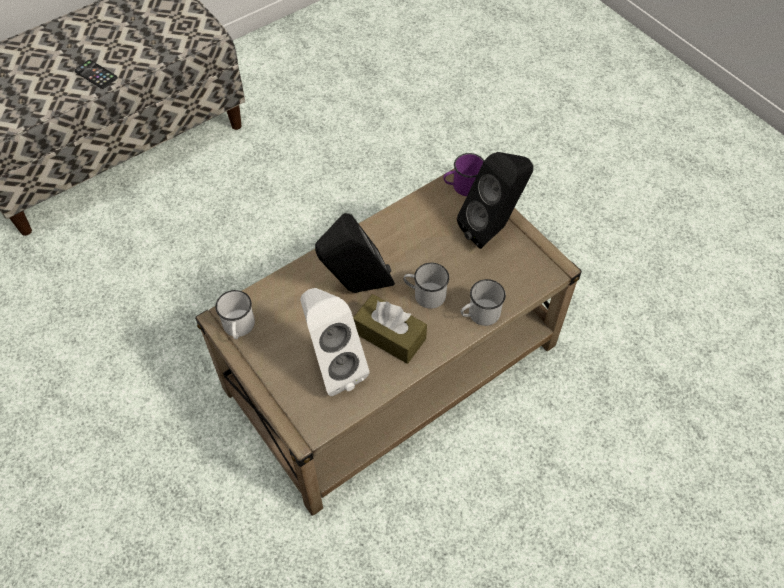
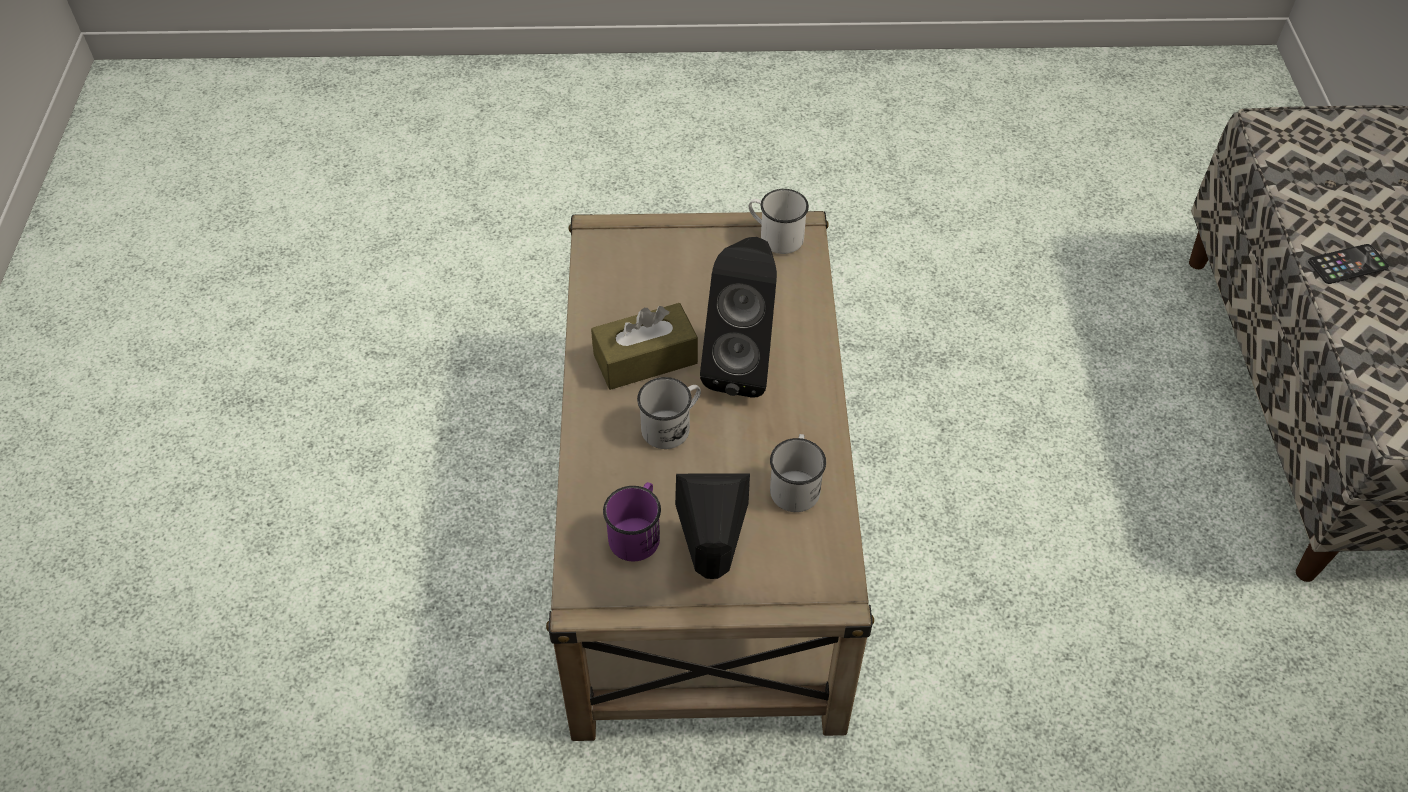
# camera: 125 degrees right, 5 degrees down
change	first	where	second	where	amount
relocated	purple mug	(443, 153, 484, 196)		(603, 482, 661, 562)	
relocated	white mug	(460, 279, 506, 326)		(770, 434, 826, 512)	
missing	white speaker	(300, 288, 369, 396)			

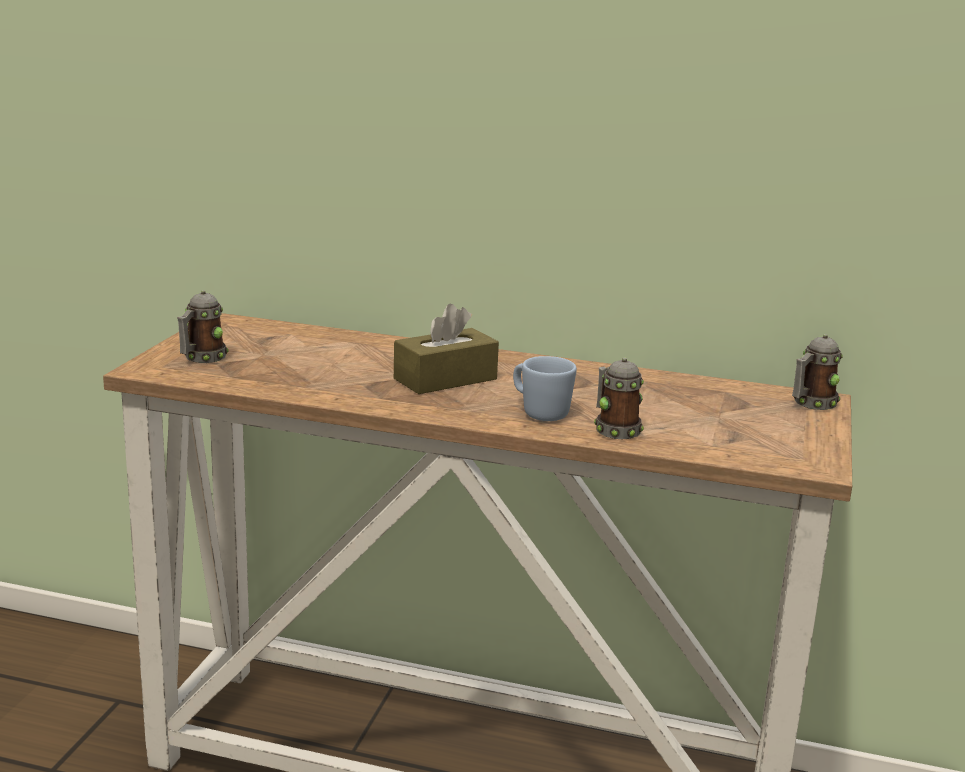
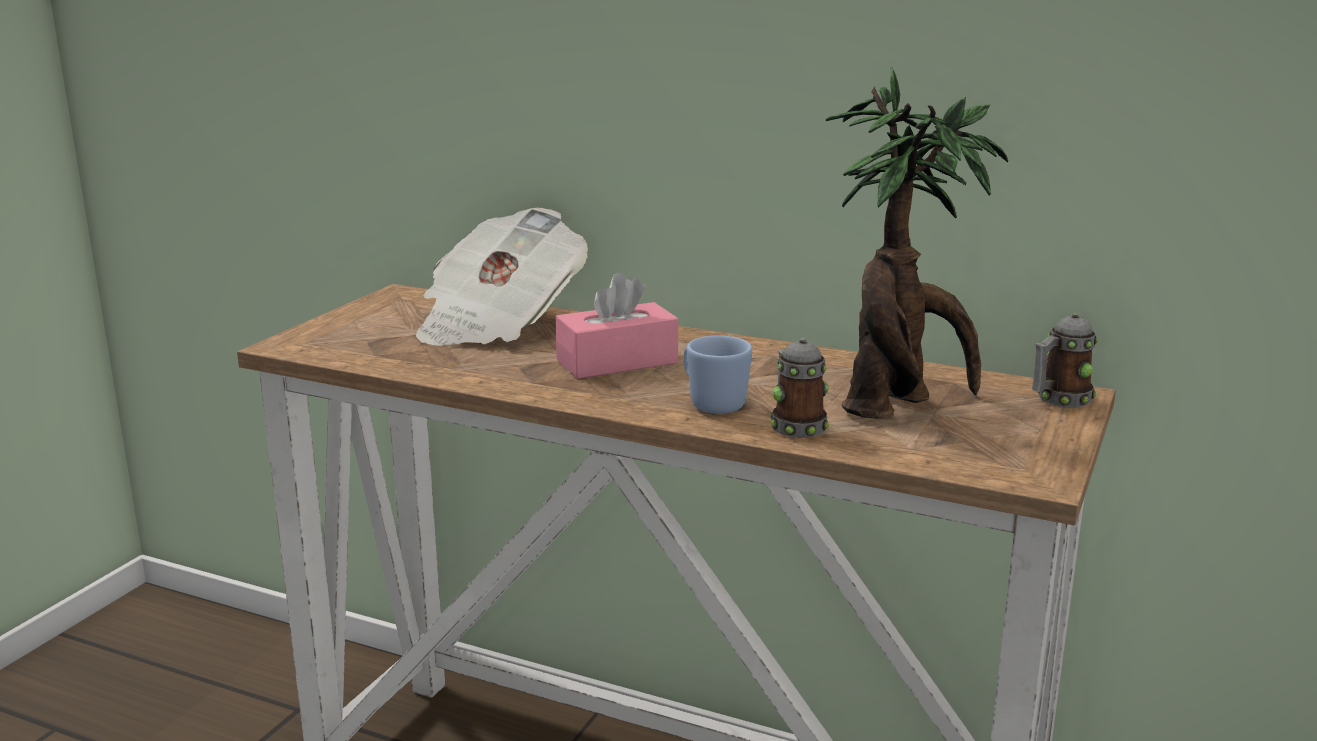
# camera: 10 degrees right, 0 degrees up
change	first	where	second	where	amount
appeared			newspaper	(416, 208, 588, 346)	
colour	brown tissue box	(394, 304, 499, 394)	pink tissue box	(555, 273, 678, 379)	
appeared			potted plant	(826, 67, 1008, 419)	
missing	mug	(177, 290, 229, 363)			

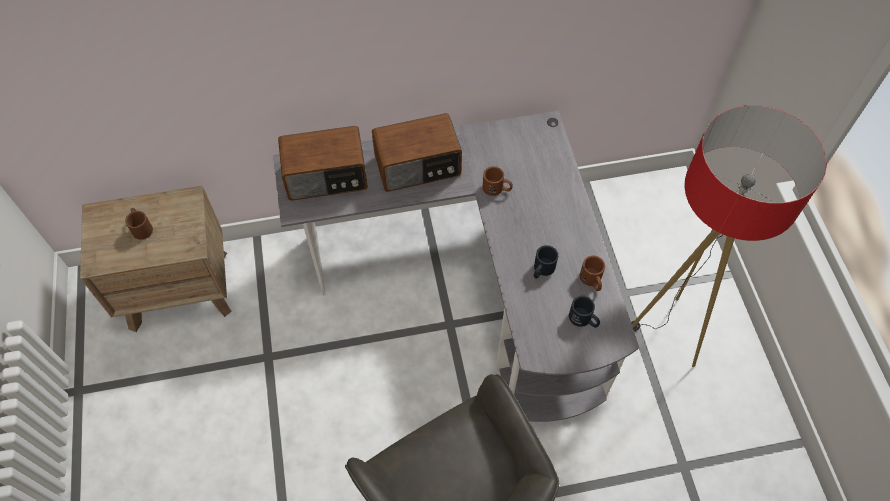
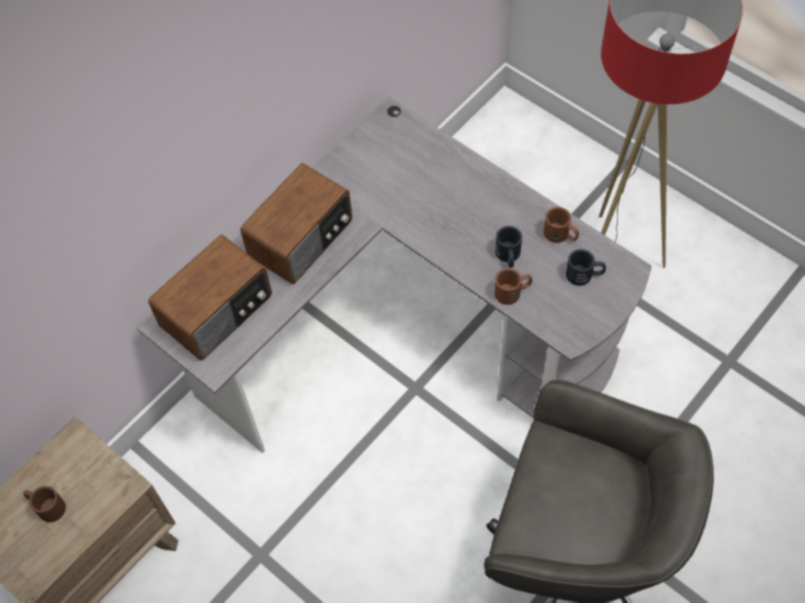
# camera: 35 degrees left, 0 degrees up
change	first	where	second	where	amount
relocated	brown mug	(482, 166, 513, 196)		(494, 268, 532, 305)	

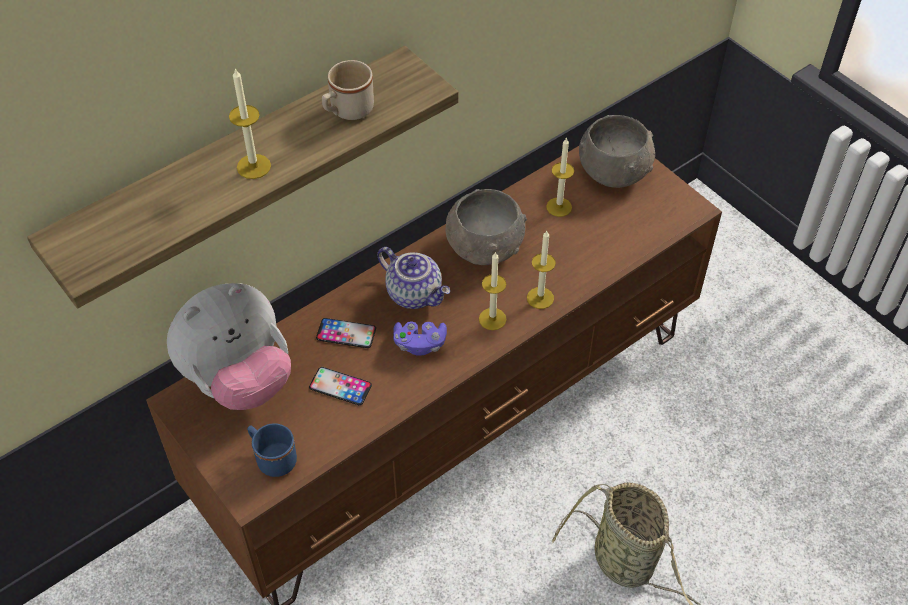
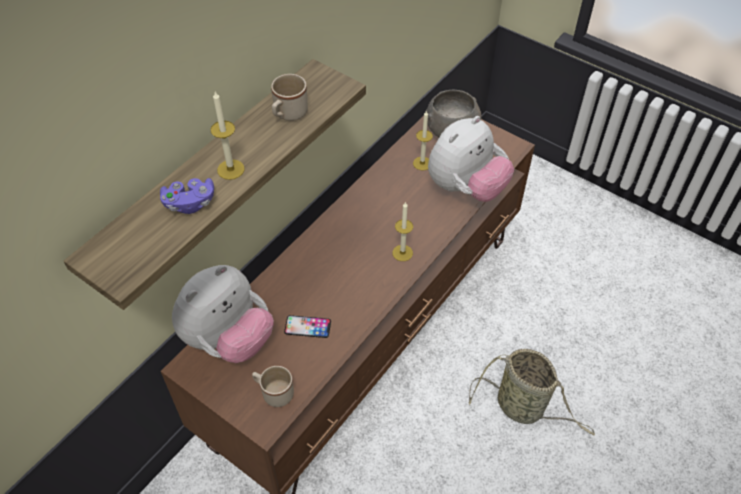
# camera: 15 degrees left, 0 degrees up
change	first	where	second	where	amount
relocated	purple game controller	(393, 321, 447, 356)		(160, 178, 214, 214)	
colour	blue mug	(247, 423, 297, 477)	beige mug	(252, 366, 294, 407)	
appeared			plush toy	(428, 116, 514, 202)	
missing	phone	(316, 318, 376, 348)			
missing	teapot	(377, 247, 450, 309)			
missing	grey bowl	(445, 189, 527, 265)			
missing	candle	(527, 230, 556, 309)			

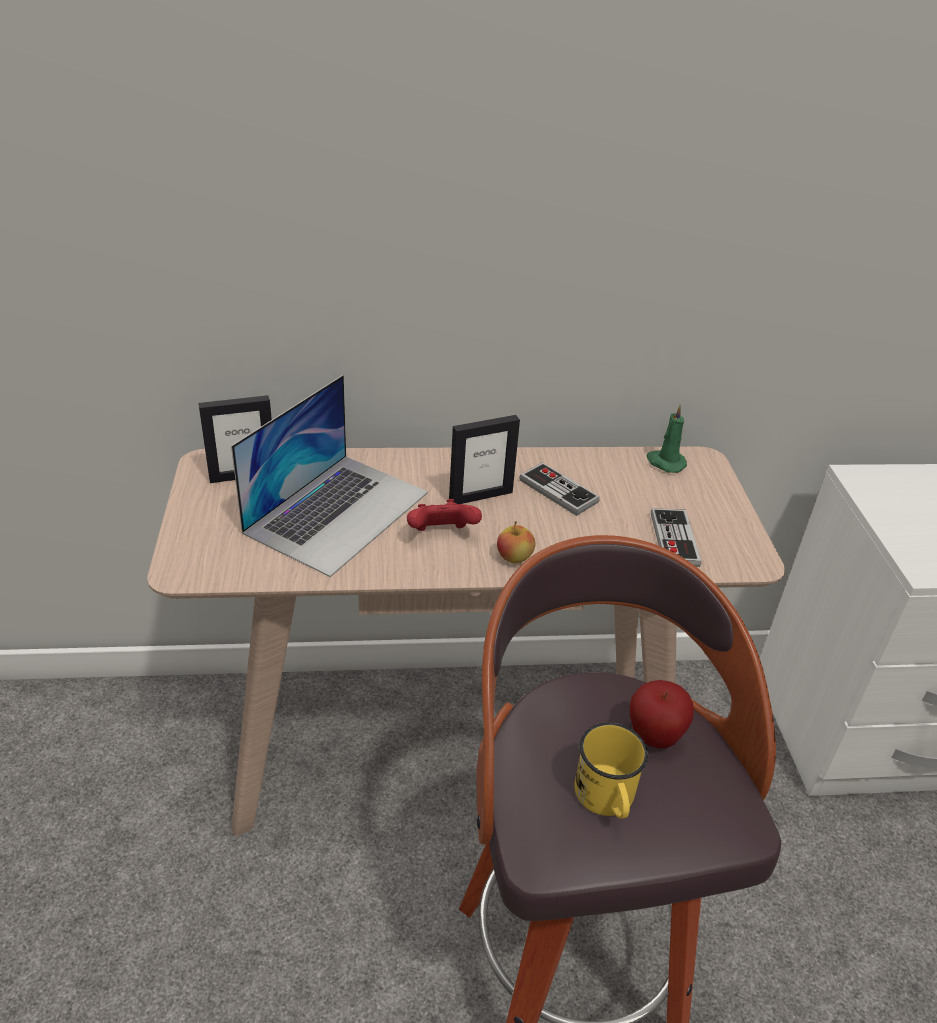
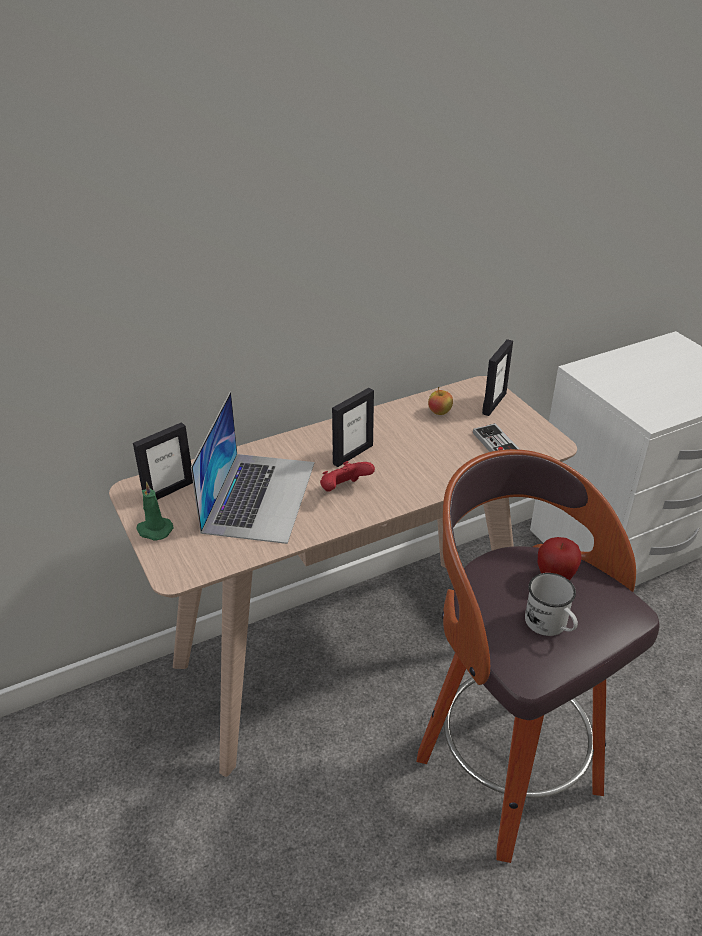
# camera: 20 degrees left, 0 degrees up
change	first	where	second	where	amount
relocated	green candle	(647, 405, 687, 473)		(136, 482, 173, 541)	
relocated	apple	(497, 521, 535, 564)		(428, 387, 453, 415)	
appeared			picture frame	(482, 339, 513, 416)	
colour	yellow mug	(574, 723, 648, 819)	white mug	(525, 573, 578, 636)	
missing	game controller	(519, 462, 600, 516)			

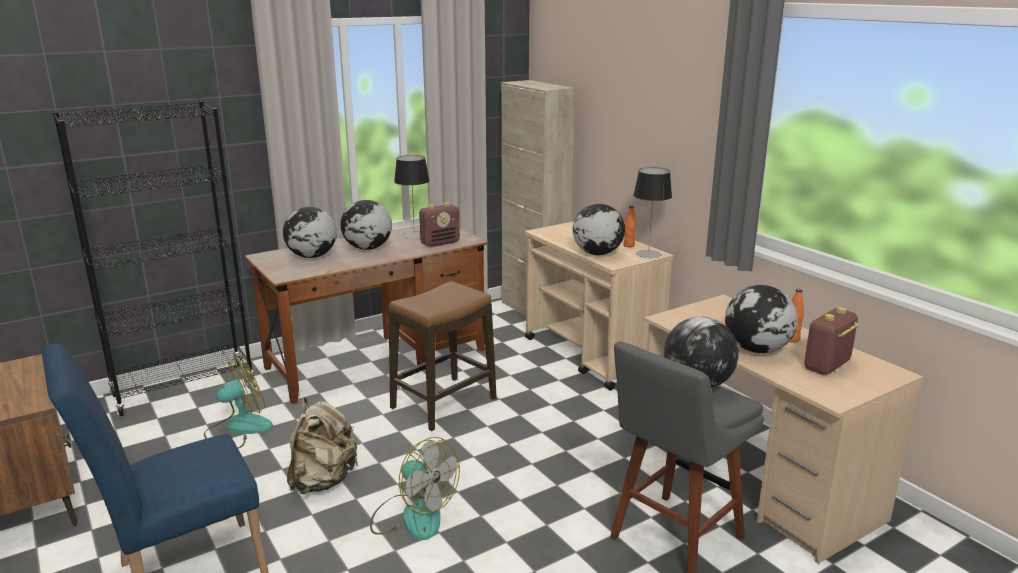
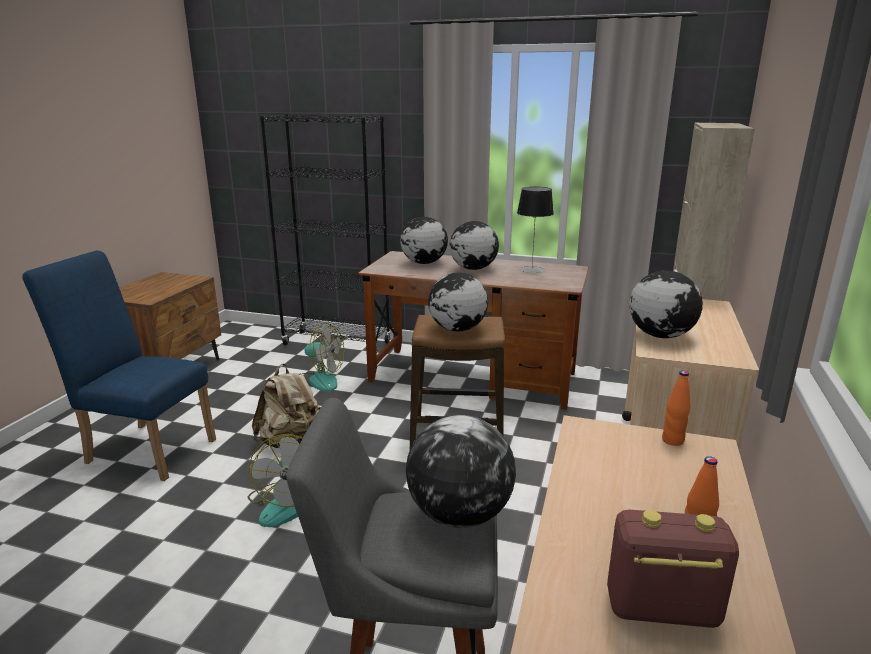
# camera: 50 degrees right, 0 degrees up
change	first	where	second	where	amount
relocated	globe	(725, 285, 798, 353)		(428, 273, 488, 331)	
relocated	orange bottle	(623, 206, 636, 247)		(662, 371, 691, 446)	
missing	radio	(419, 202, 460, 247)			
missing	table lamp	(633, 167, 672, 258)			

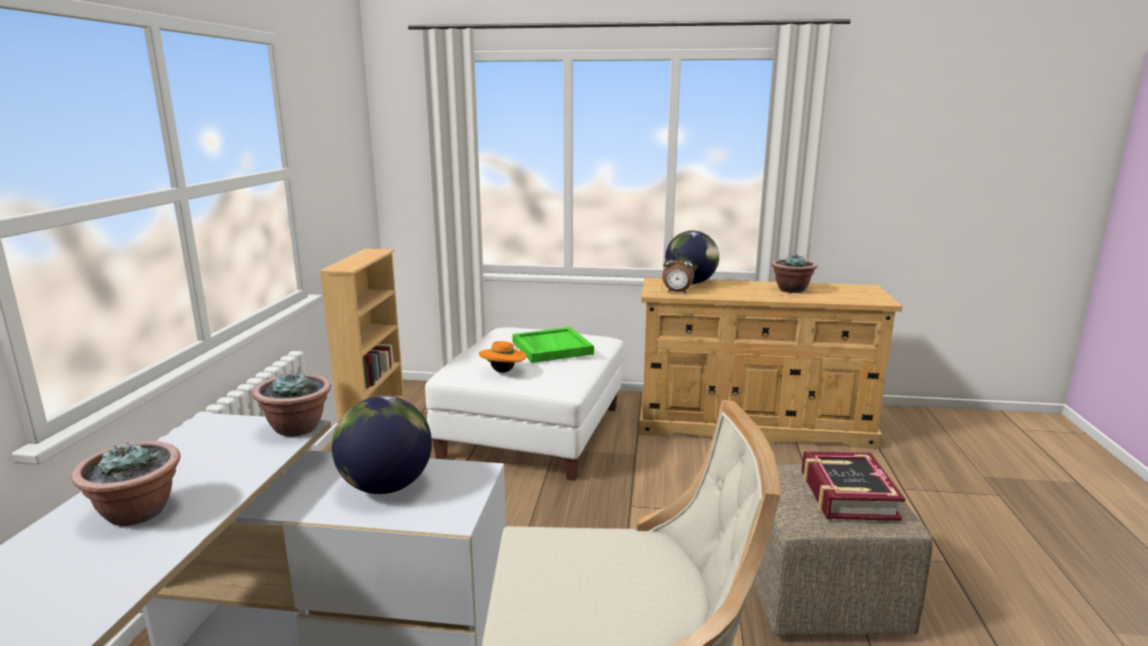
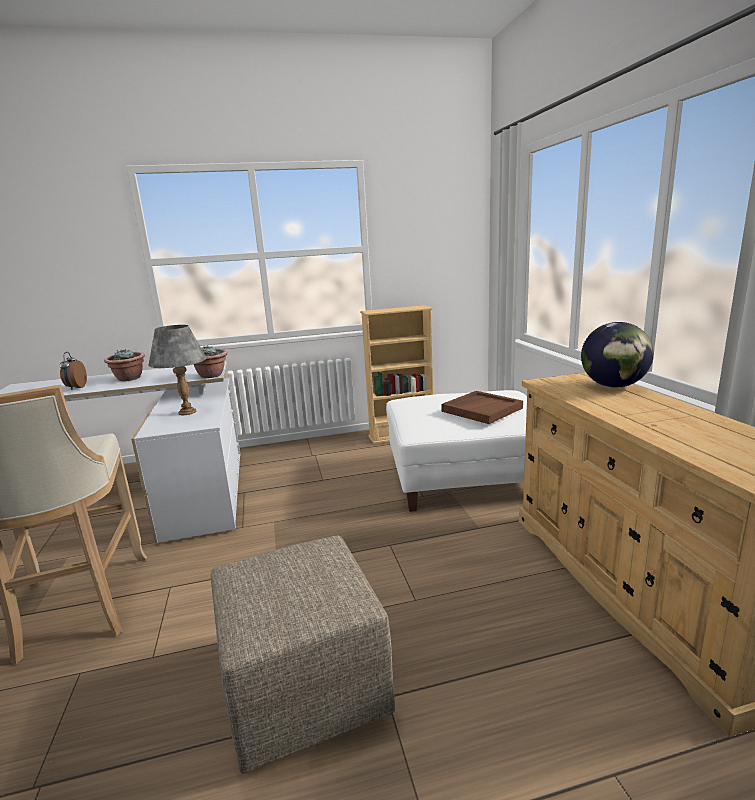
# camera: 70 degrees right, 0 degrees up
change	first	where	second	where	amount
relocated	alarm clock	(662, 251, 694, 294)		(59, 352, 87, 390)	
exchanged	globe	(332, 396, 432, 494)	grey table lamp	(149, 325, 206, 415)	
colour	green tray	(512, 327, 594, 363)	brown tray	(441, 391, 523, 424)	
missing	orange hat	(479, 341, 527, 373)			
missing	potted plant	(771, 254, 818, 293)			
missing	book	(802, 451, 905, 521)			

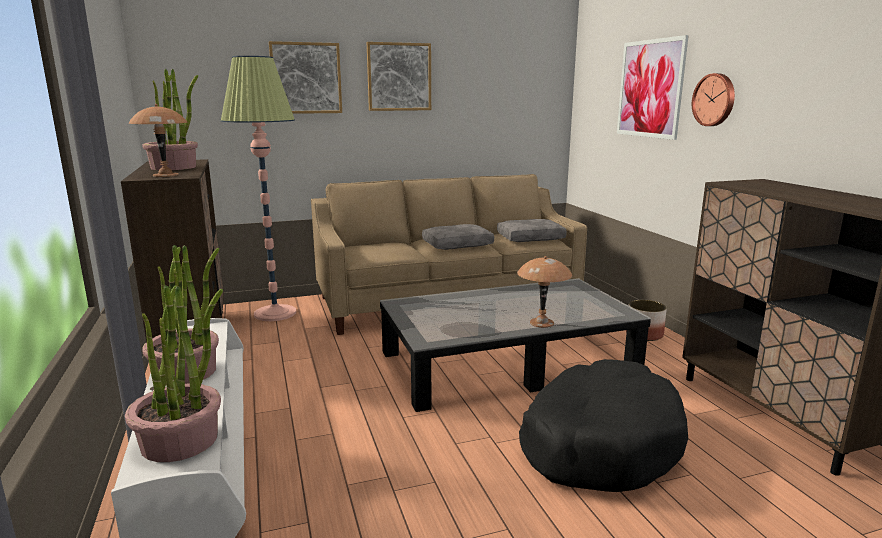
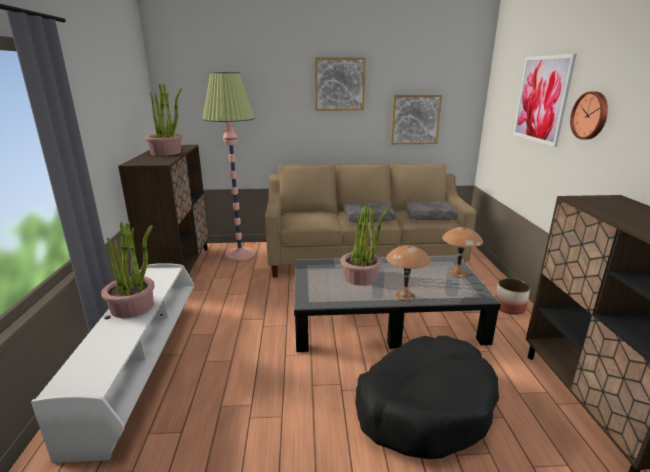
# camera: 15 degrees right, 5 degrees up
change	first	where	second	where	amount
relocated	potted plant	(125, 285, 223, 462)		(341, 204, 390, 285)	
relocated	picture	(269, 41, 342, 114)		(391, 95, 442, 144)	
relocated	brown table lamp	(129, 104, 187, 177)		(442, 227, 483, 278)	

